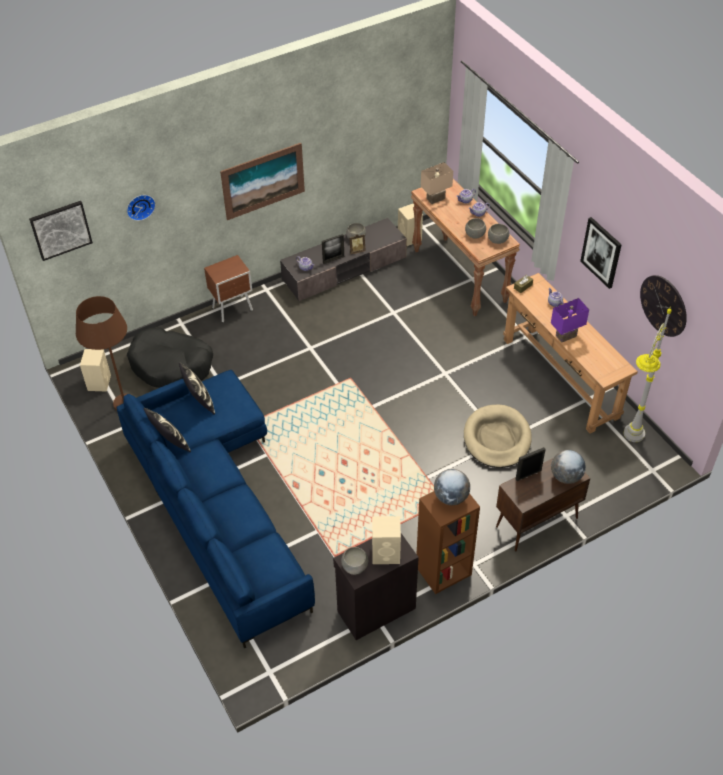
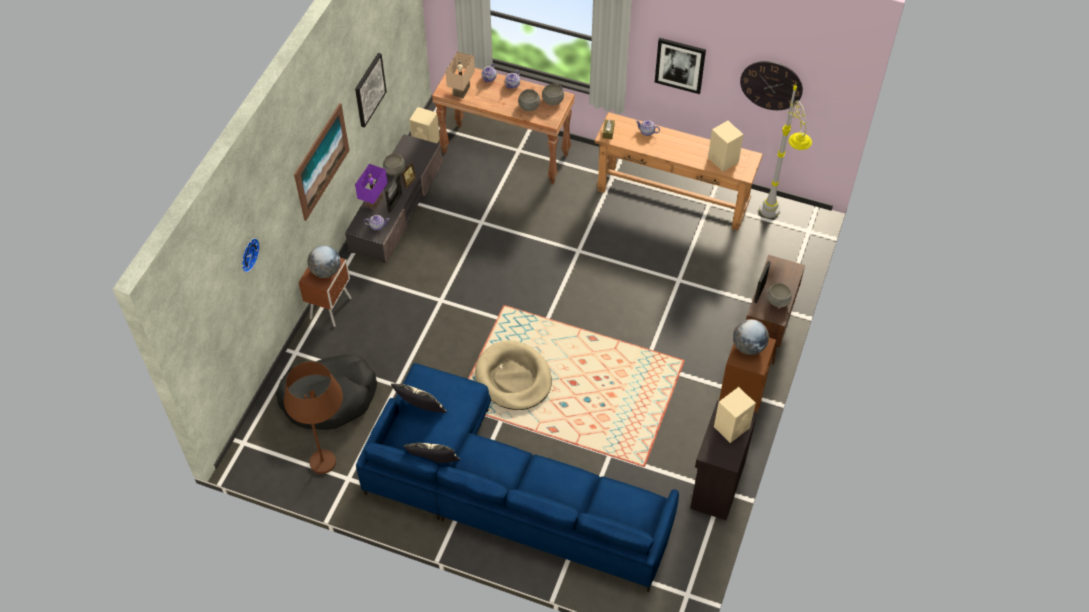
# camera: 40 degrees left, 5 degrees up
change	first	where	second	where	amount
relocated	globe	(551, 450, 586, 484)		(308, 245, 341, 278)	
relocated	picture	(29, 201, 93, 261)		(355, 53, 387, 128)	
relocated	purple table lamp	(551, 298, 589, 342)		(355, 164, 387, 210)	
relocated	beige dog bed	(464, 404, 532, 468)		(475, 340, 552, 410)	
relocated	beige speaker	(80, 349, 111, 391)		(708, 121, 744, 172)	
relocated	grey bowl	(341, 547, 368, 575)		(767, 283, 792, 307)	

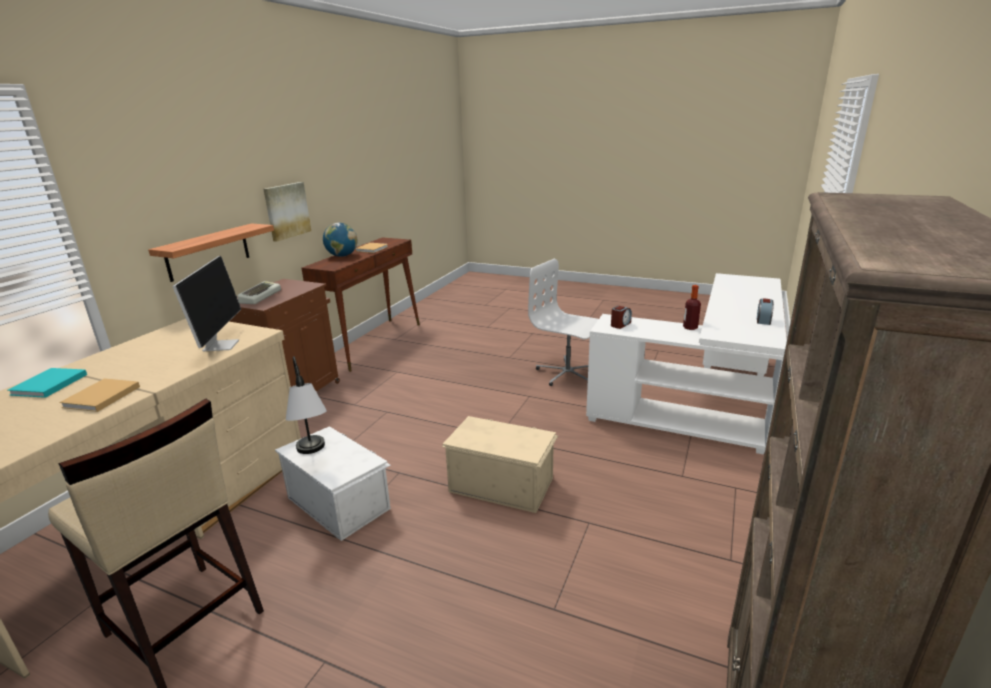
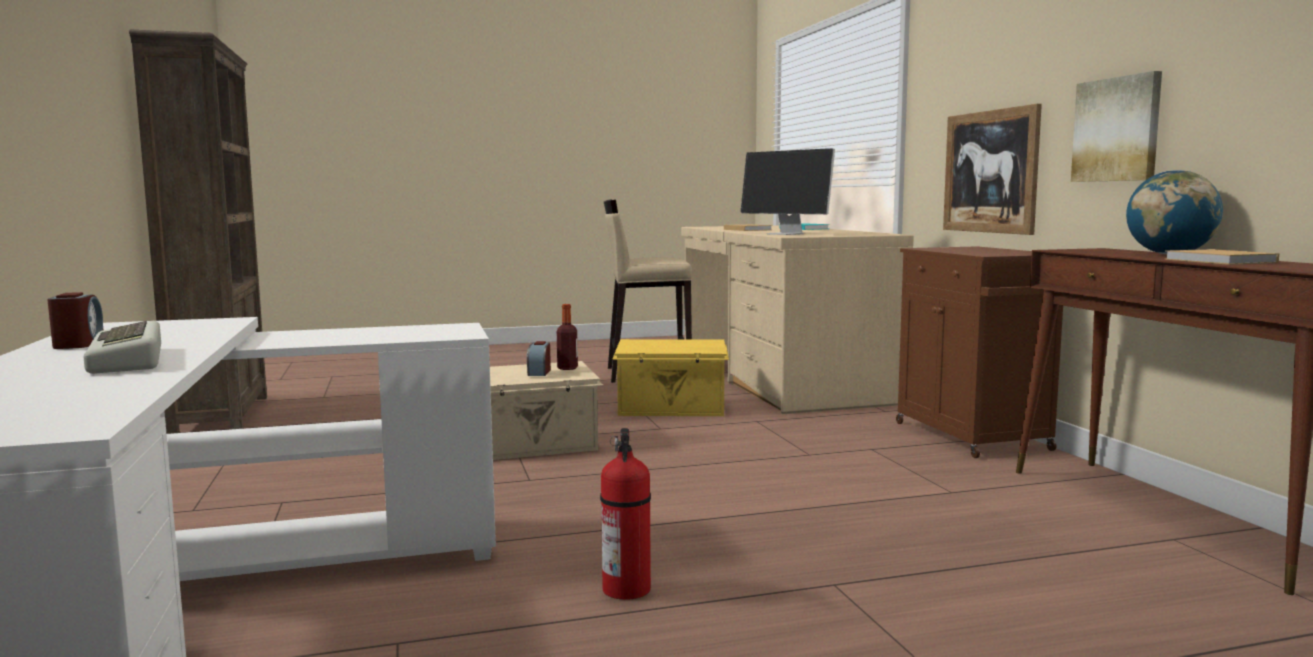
# camera: 140 degrees right, 15 degrees down
change	first	where	second	where	amount
relocated	keyboard	(237, 281, 281, 304)		(84, 321, 161, 374)	
relocated	alarm clock	(611, 306, 632, 329)		(527, 341, 551, 376)	
relocated	bottle	(683, 285, 701, 330)		(557, 304, 578, 370)	
exchanged	white office chair	(528, 259, 598, 386)	fire extinguisher	(600, 428, 651, 600)	
colour	white storage box	(275, 426, 391, 541)	yellow storage box	(612, 339, 729, 416)	
exchanged	shelf	(148, 223, 274, 282)	picture	(943, 104, 1042, 235)	
missing	table lamp	(286, 356, 327, 454)			

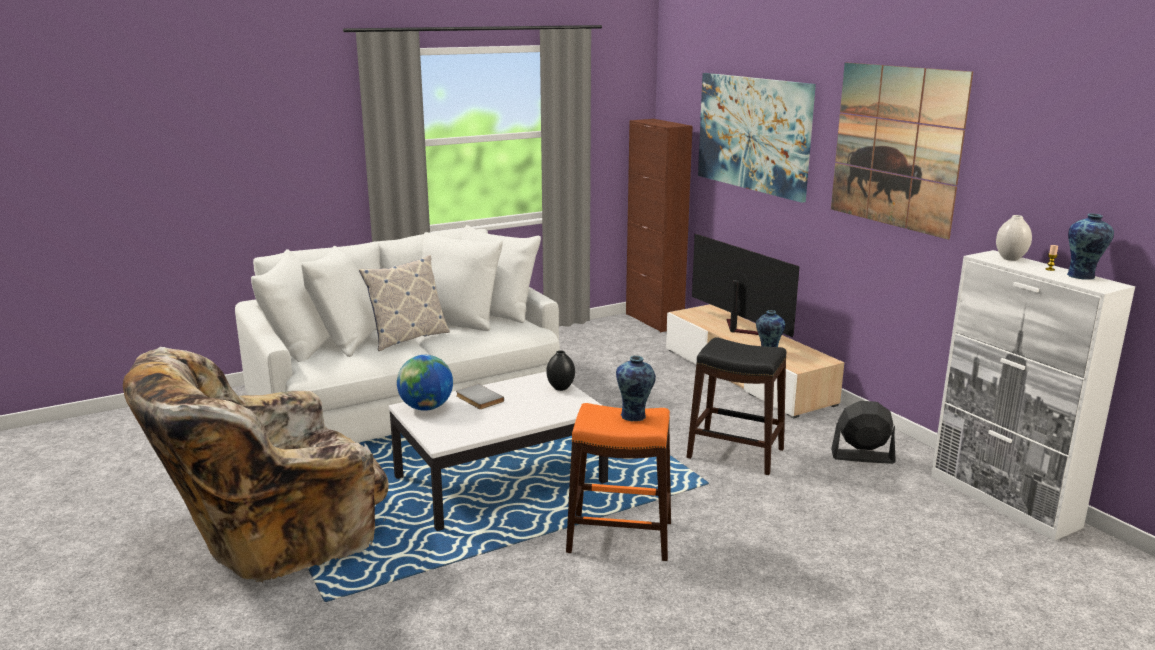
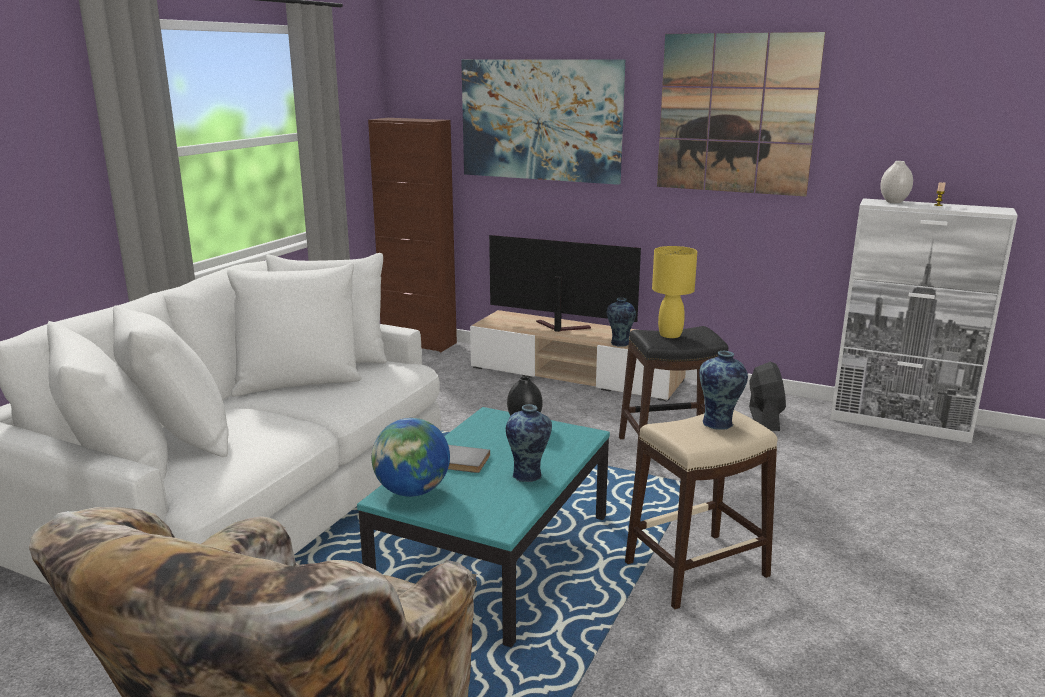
# camera: 35 degrees left, 0 degrees up
change	first	where	second	where	amount
colour	white coffee table	(389, 372, 608, 531)	turquoise coffee table	(357, 407, 610, 647)	
relocated	vase	(1067, 213, 1114, 280)		(506, 404, 552, 482)	
colour	orange stool	(566, 403, 671, 561)	beige stool	(625, 410, 777, 609)	
appeared			yellow table lamp	(652, 246, 697, 338)	
spun	black fan	(831, 401, 896, 464)		(749, 362, 786, 431)	120 degrees clockwise
missing	pillow	(359, 255, 450, 351)			

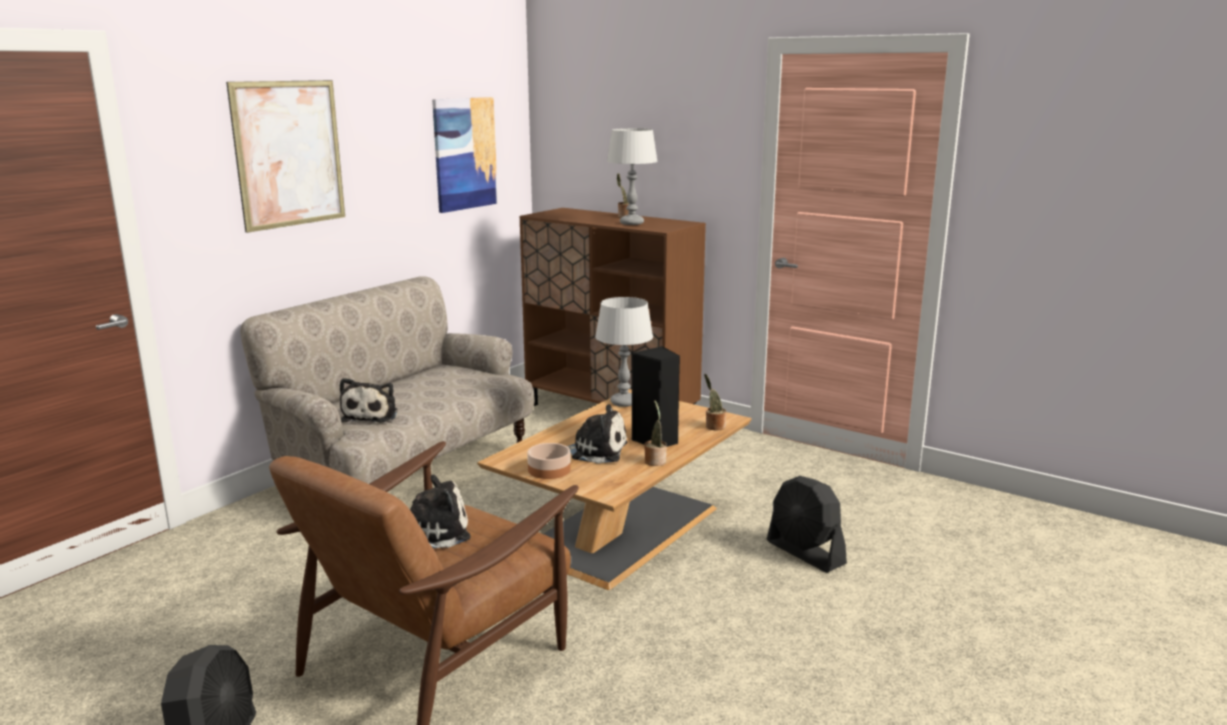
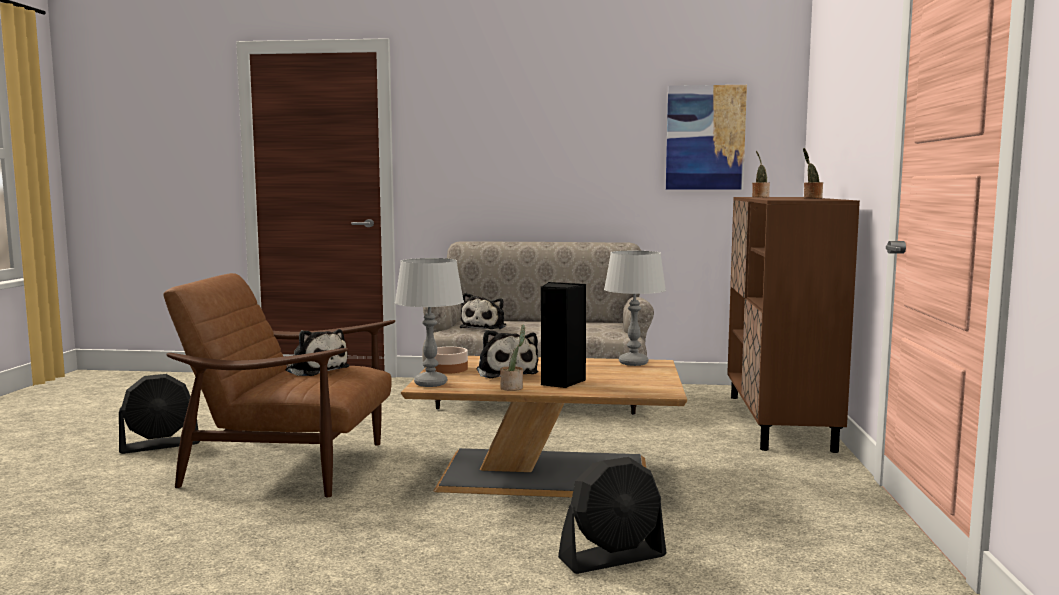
# camera: 60 degrees right, 10 degrees down
change	first	where	second	where	amount
relocated	grey table lamp	(607, 128, 658, 225)		(395, 258, 464, 387)	
spun	plush toy	(340, 378, 397, 423)		(460, 293, 506, 329)	45 degrees counterclockwise
spun	black fan	(767, 476, 847, 573)		(558, 457, 666, 574)	135 degrees counterclockwise
relocated	potted plant	(704, 374, 726, 431)		(752, 151, 770, 197)	
missing	picture	(226, 80, 345, 233)			

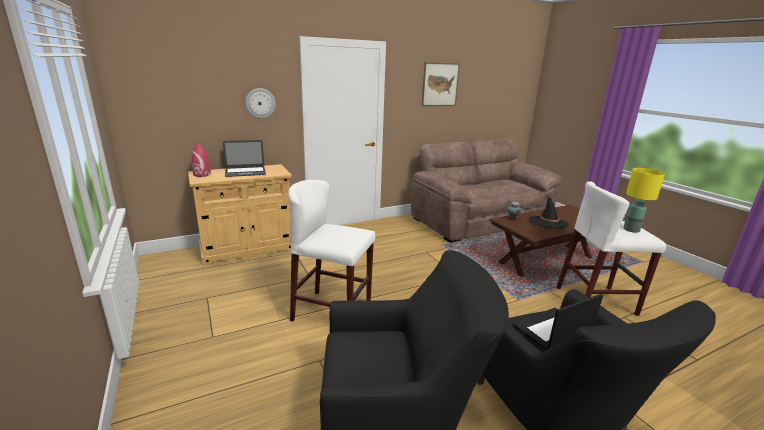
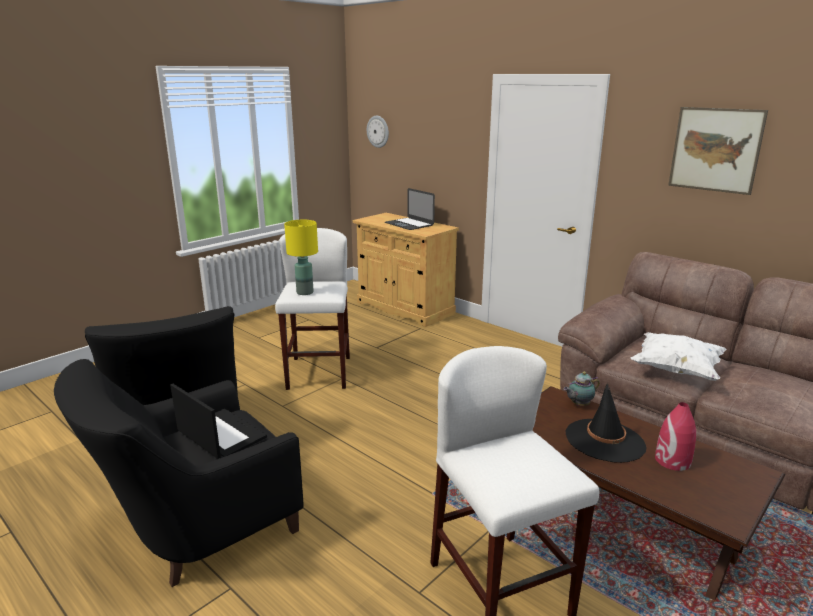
# camera: 70 degrees right, 0 degrees up
change	first	where	second	where	amount
relocated	yellow table lamp	(623, 168, 665, 233)		(284, 220, 318, 295)	
relocated	wall clock	(245, 88, 276, 119)		(367, 116, 389, 148)	
appeared			white pillow	(630, 332, 726, 381)	
relocated	red vase	(191, 143, 211, 177)		(655, 402, 696, 471)	

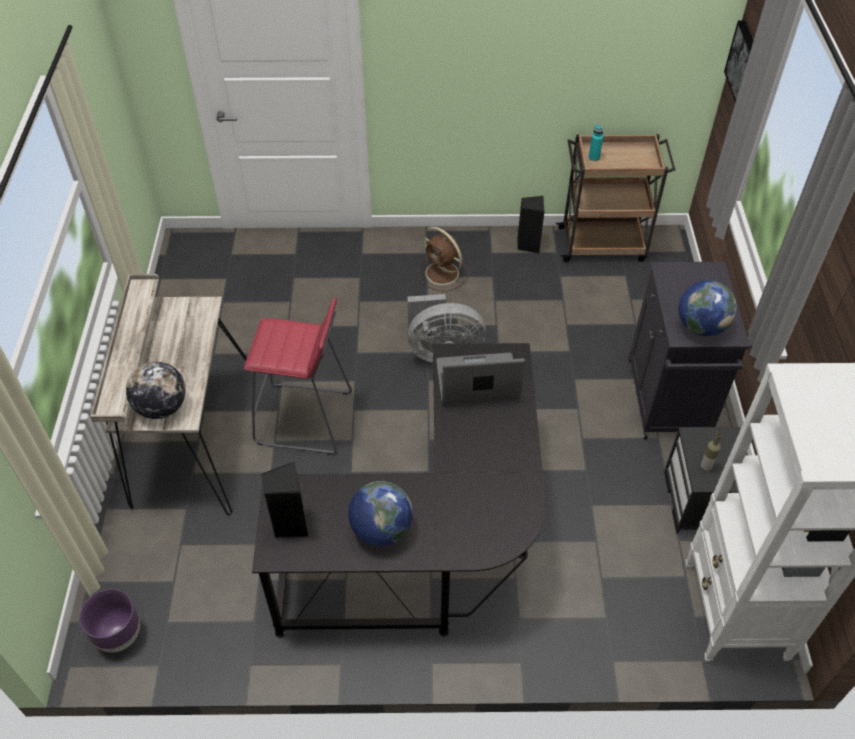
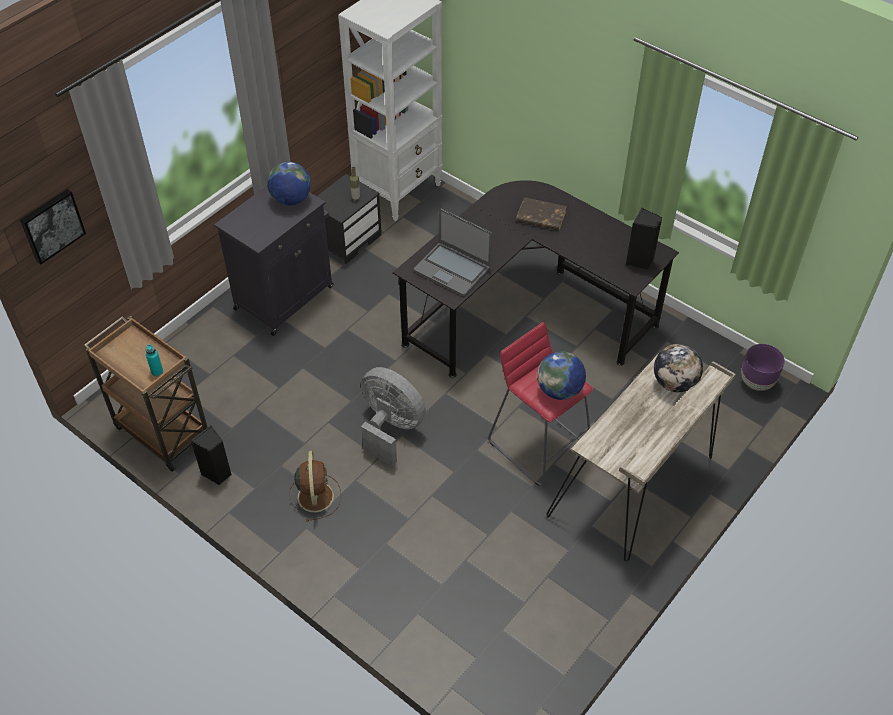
# camera: 140 degrees left, 0 degrees up
change	first	where	second	where	amount
appeared			brown book	(516, 197, 567, 230)	
relocated	globe	(348, 481, 413, 546)		(537, 351, 586, 400)	

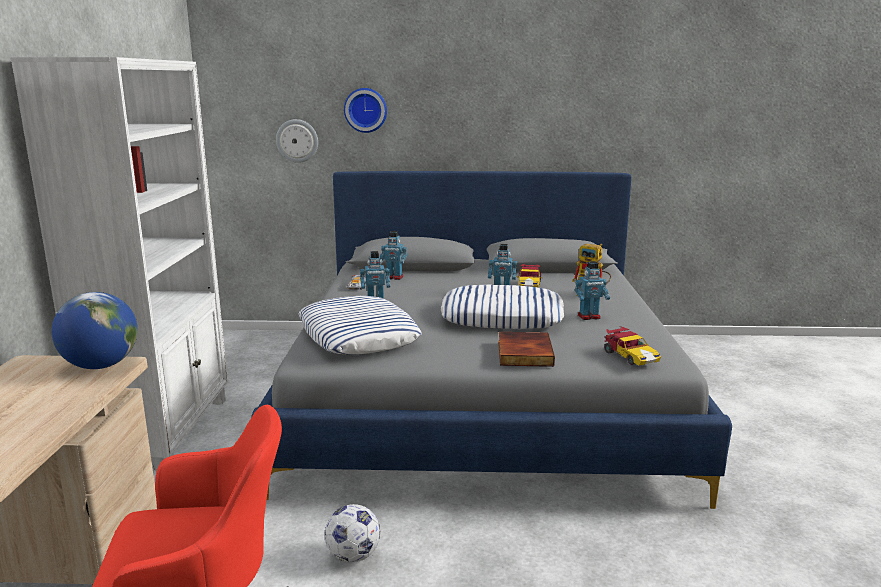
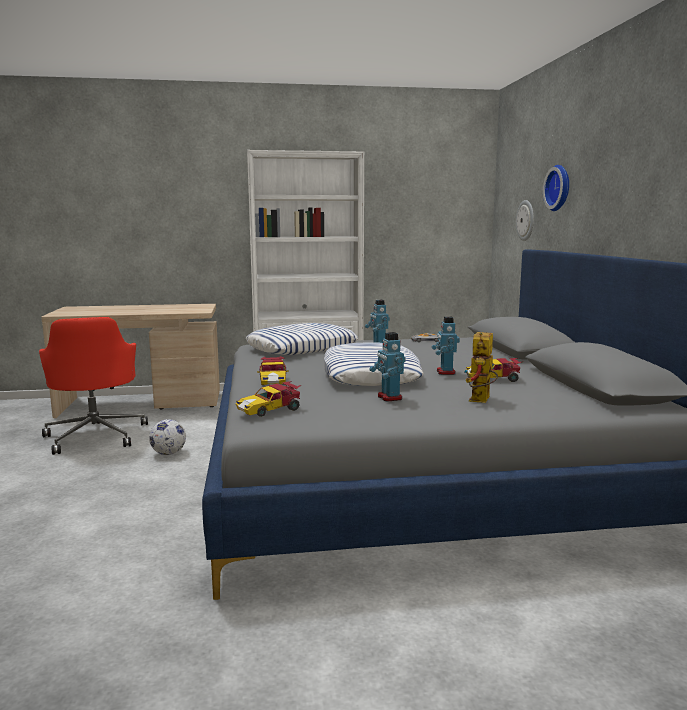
# camera: 80 degrees right, 5 degrees down
change	first	where	second	where	amount
exchanged	book	(498, 332, 555, 367)	toy car	(257, 356, 289, 385)	
missing	globe	(51, 292, 138, 369)			
missing	toy robot	(380, 231, 407, 280)			

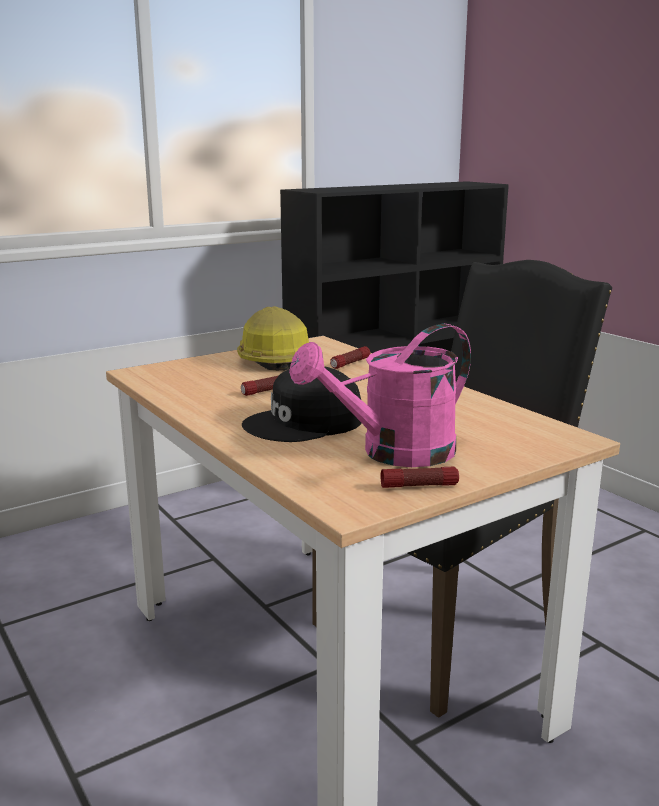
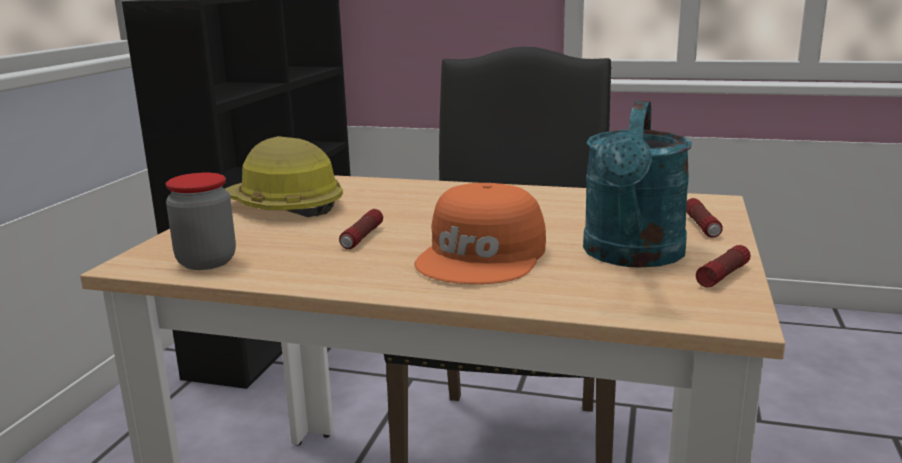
# camera: 40 degrees left, 0 degrees up
change	first	where	second	where	amount
appeared			jar	(166, 173, 236, 270)	
colour	black cap	(242, 366, 362, 442)	orange cap	(414, 183, 546, 284)	
colour	pink watering can	(289, 324, 471, 467)	turquoise watering can	(583, 101, 692, 268)	
relocated	flashlight	(330, 346, 370, 369)		(686, 198, 723, 238)	

